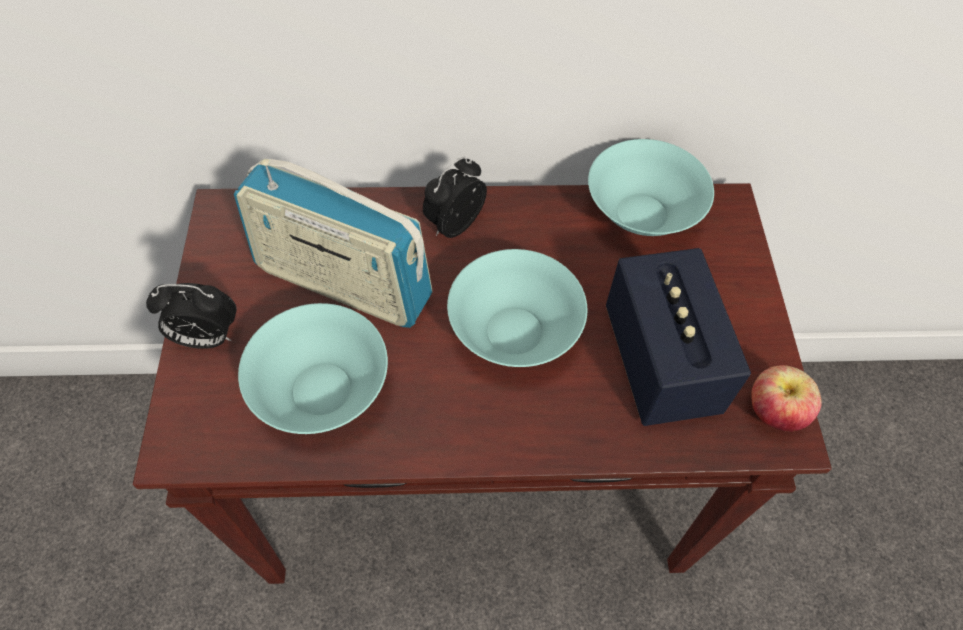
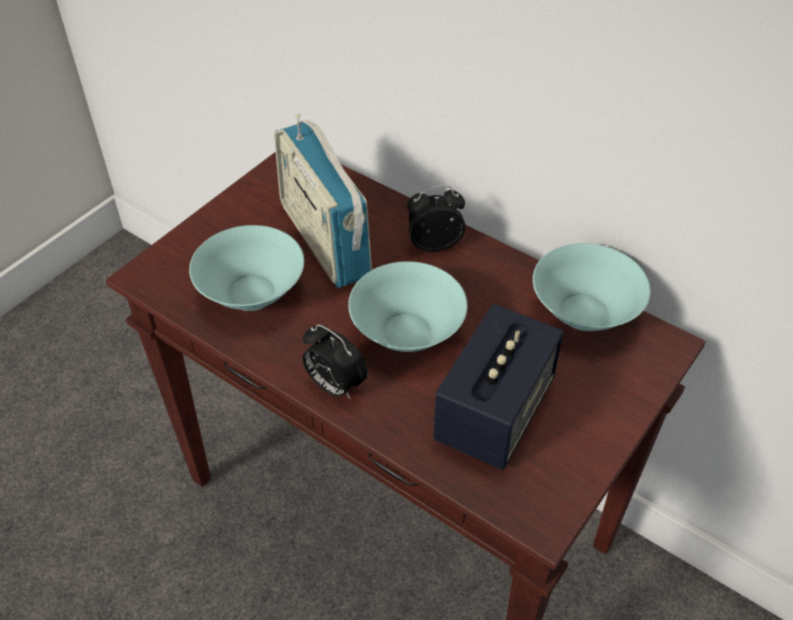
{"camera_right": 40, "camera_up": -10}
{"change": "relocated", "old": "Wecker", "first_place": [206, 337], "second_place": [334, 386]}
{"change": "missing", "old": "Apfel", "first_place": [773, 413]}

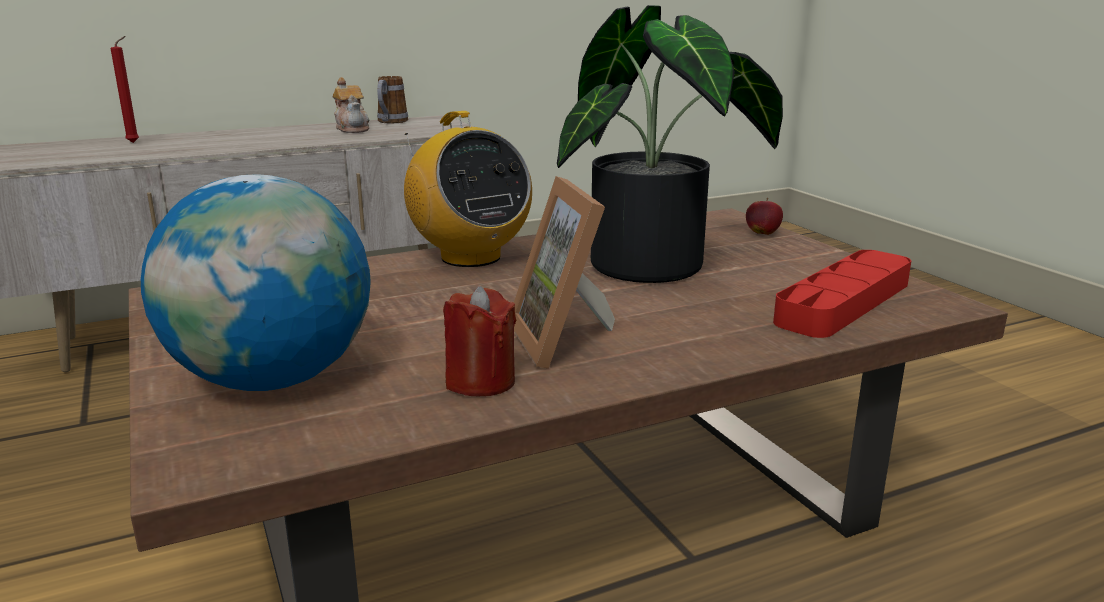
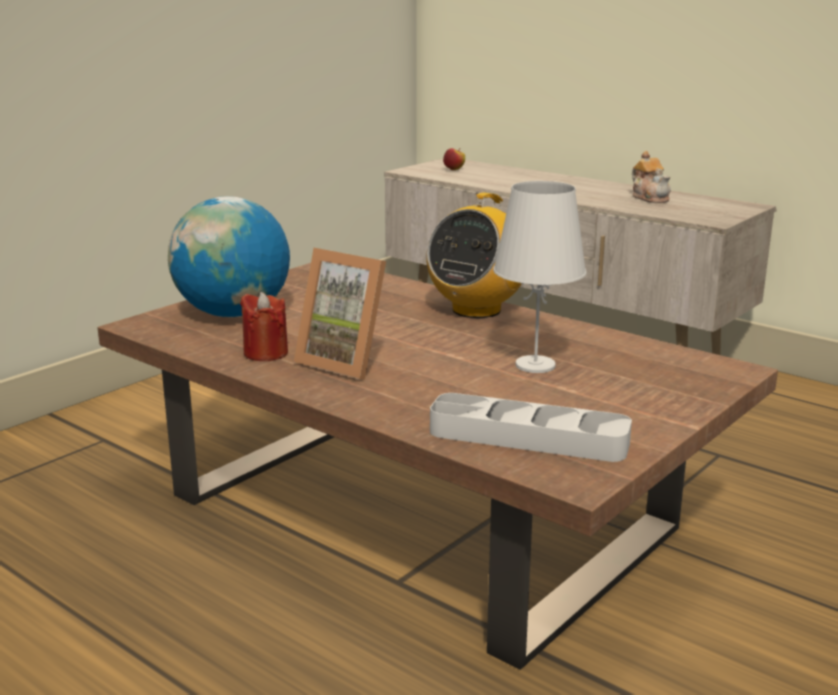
{"camera_right": 65, "camera_up": 0}
{"change": "missing", "old": "Kerze/rot", "first_place": [135, 142]}
{"change": "spun", "old": "Teekanne", "first_place": [353, 129], "second_place": [650, 198], "degrees": -60}
{"change": "missing", "old": "Henkelbecher", "first_place": [390, 122]}
{"change": "spun", "old": "Bilderrahmen", "first_place": [567, 340], "second_place": [347, 362], "degrees": -105}
{"change": "exchanged", "old": "Topfpflanze", "new": "Tischlampe/weiß", "first_place": [661, 267], "second_place": [535, 365]}
{"change": "relocated", "old": "Apfel", "first_place": [762, 233], "second_place": [454, 169]}
{"change": "colour", "old": "Tablett/rot", "new": "Tablett/grau", "first_place": [844, 302], "second_place": [528, 437]}

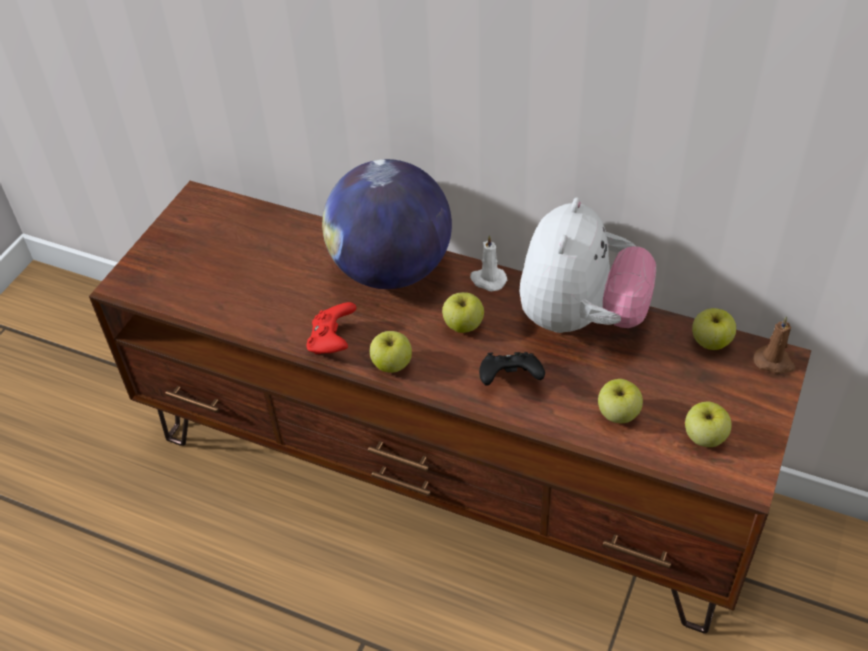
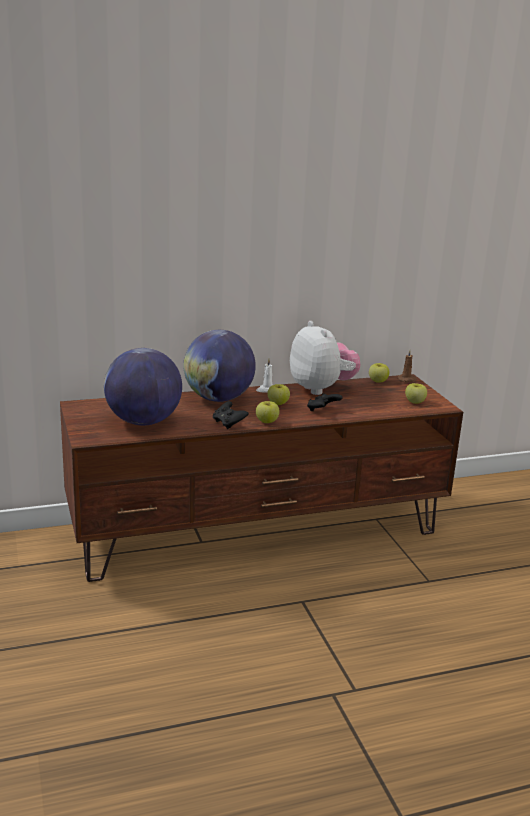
{"camera_right": -45, "camera_up": -25}
{"change": "colour", "old": "Gamepad/rot", "new": "Gamepad/schwarz", "first_place": [332, 342], "second_place": [228, 424]}
{"change": "missing", "old": "Apfel", "first_place": [618, 414]}
{"change": "appeared", "new": "Globus", "second_place": [143, 422]}

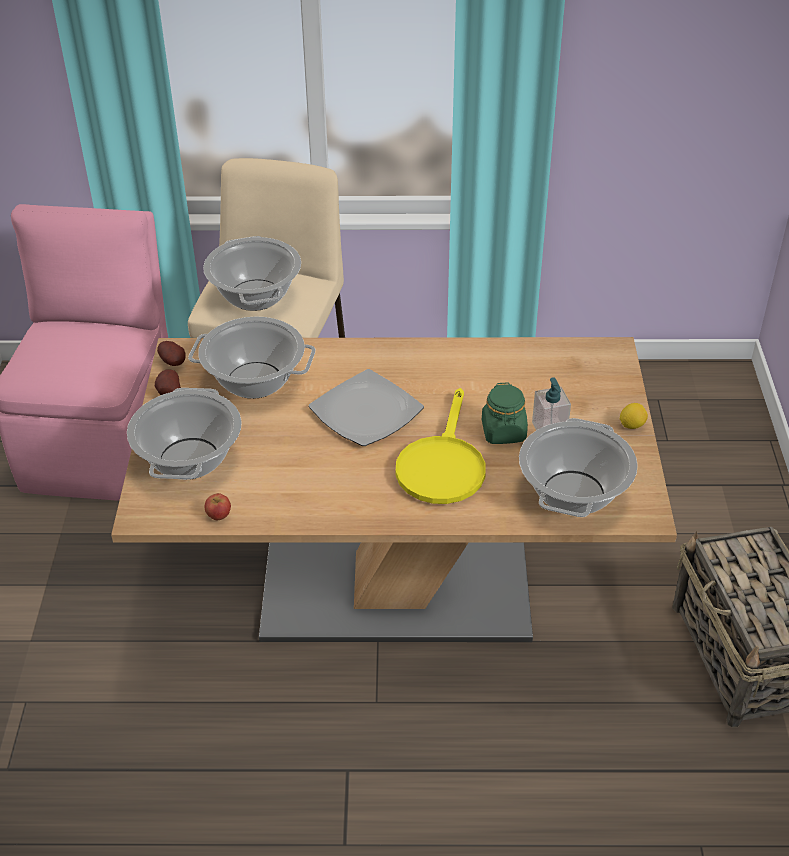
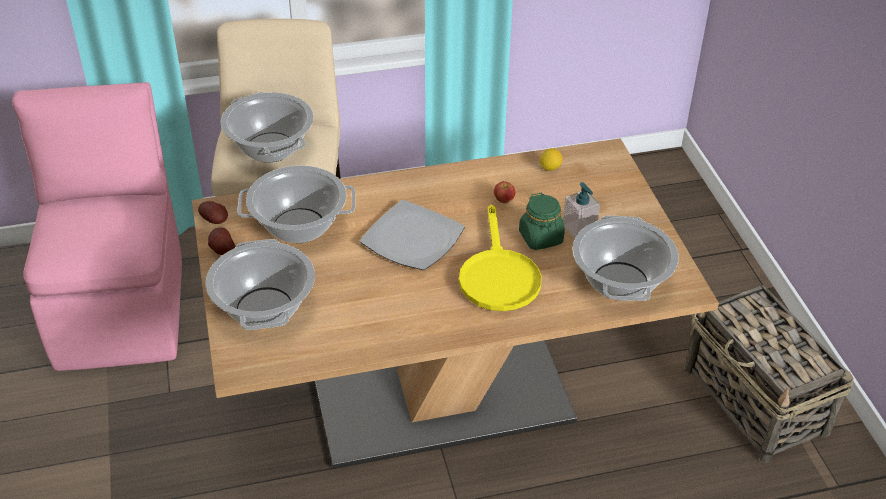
{"camera_right": -15, "camera_up": 0}
{"change": "relocated", "old": "Apfel", "first_place": [219, 515], "second_place": [504, 200]}
{"change": "relocated", "old": "Zitrone", "first_place": [632, 425], "second_place": [550, 168]}

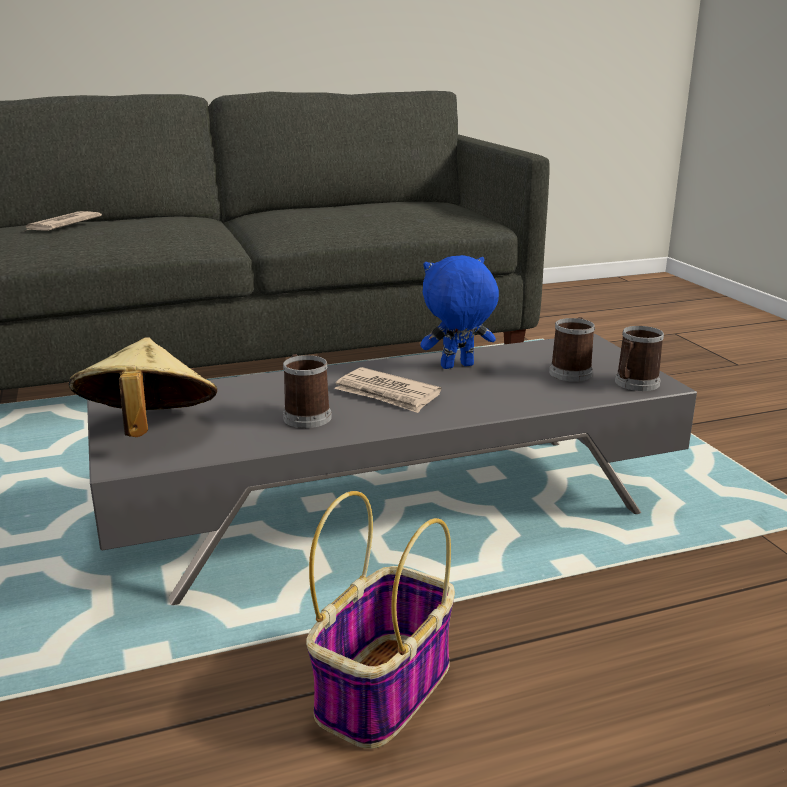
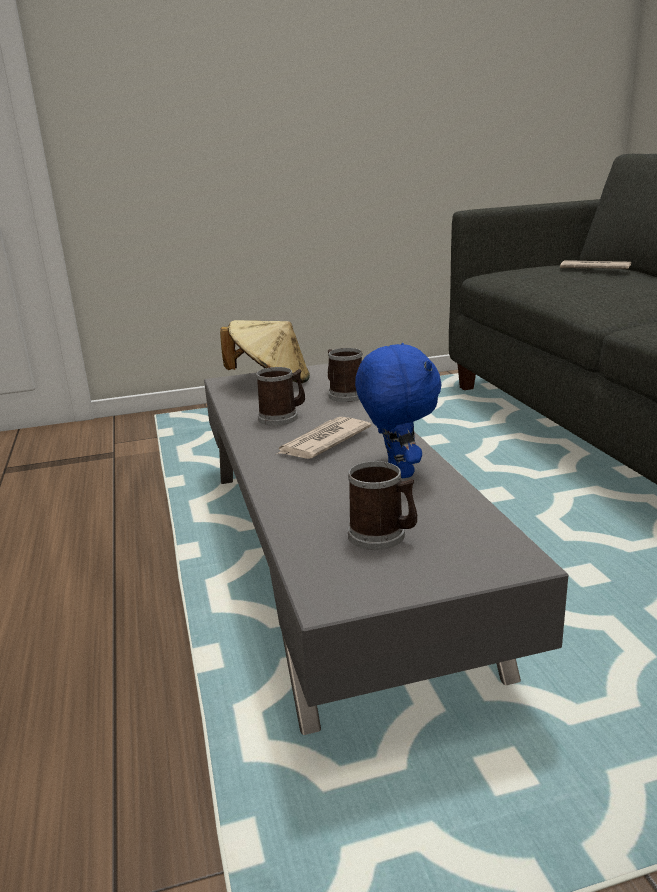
{"camera_right": 95, "camera_up": 0}
{"change": "missing", "old": "Korb", "first_place": [384, 688]}
{"change": "relocated", "old": "Henkelbecher", "first_place": [634, 384], "second_place": [344, 394]}

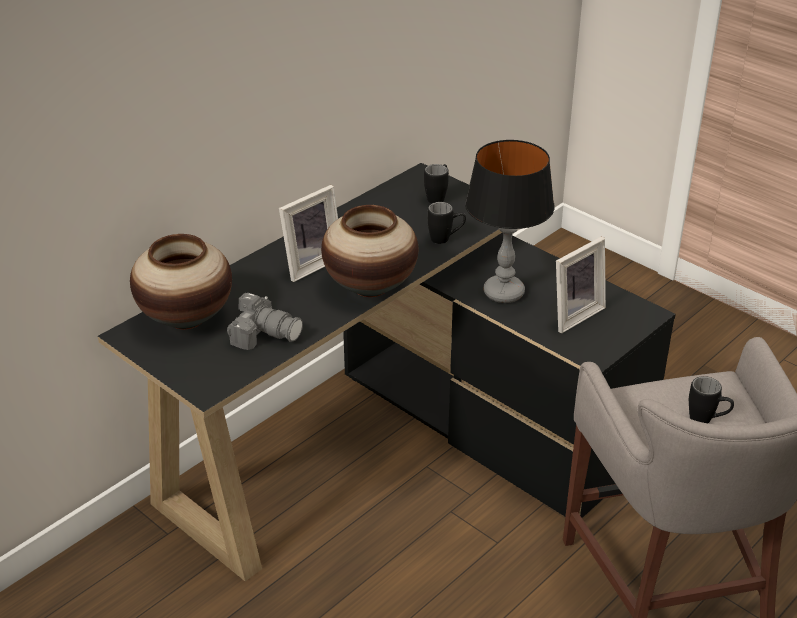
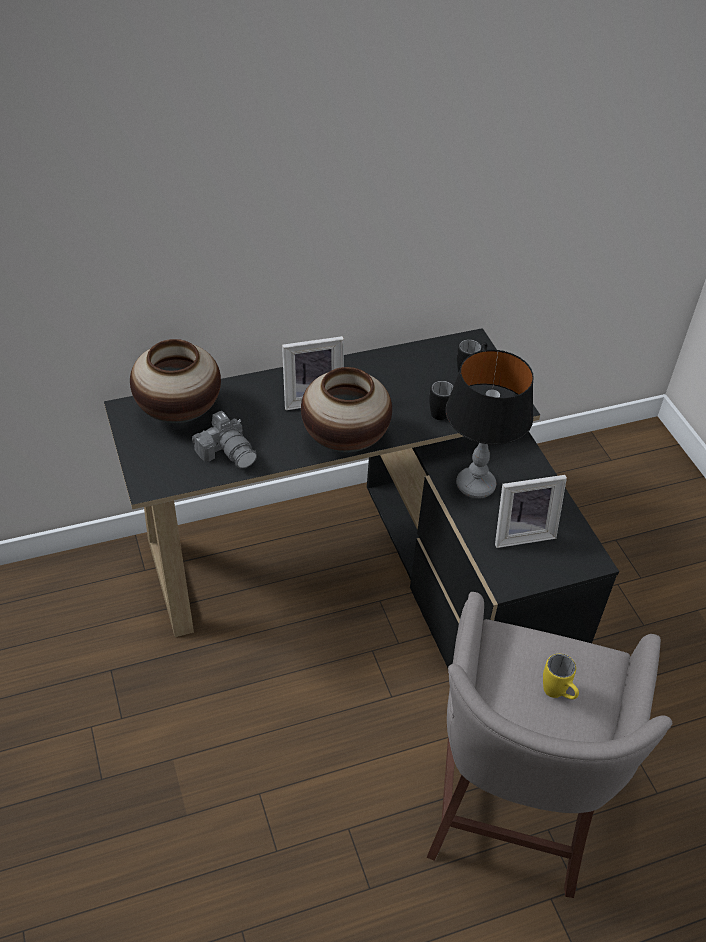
{"camera_right": 25, "camera_up": 10}
{"change": "colour", "old": "Henkelbecher/schwarz", "new": "Henkelbecher/gelb", "first_place": [707, 420], "second_place": [558, 694]}

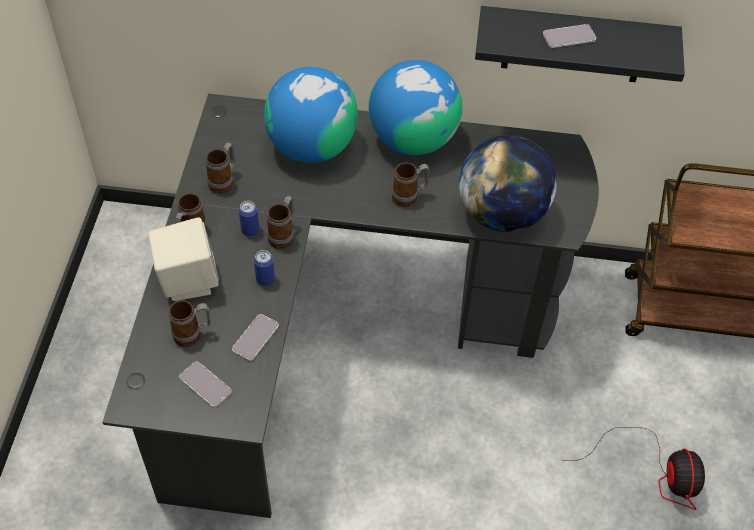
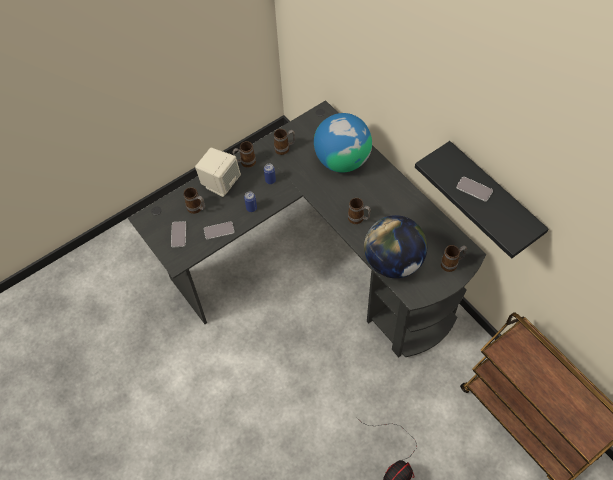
{"camera_right": 50, "camera_up": 5}
{"change": "relocated", "old": "Henkelbecher", "first_place": [284, 235], "second_place": [452, 264]}
{"change": "missing", "old": "Globus", "first_place": [412, 139]}

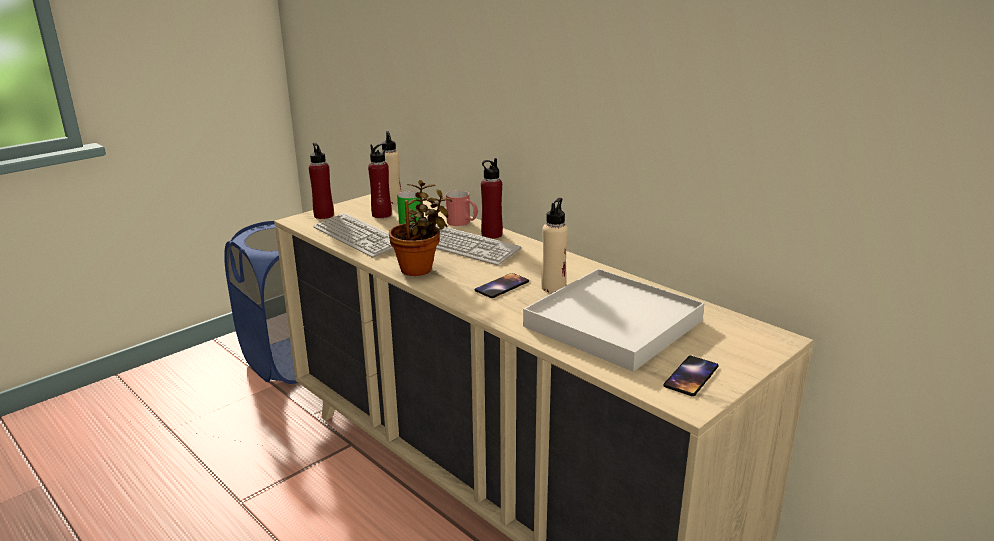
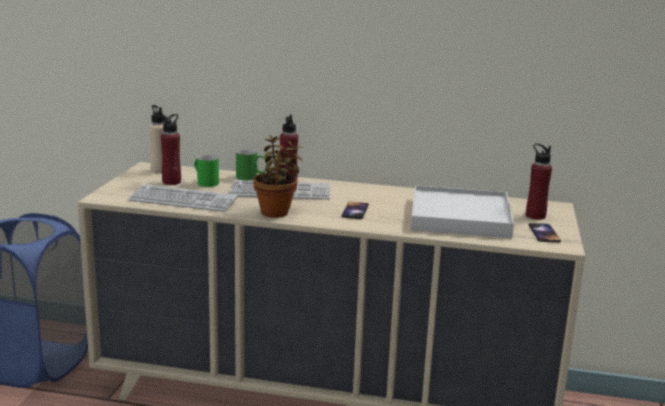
{"camera_right": -35, "camera_up": -5}
{"change": "relocated", "old": "Flasche/rot", "first_place": [324, 215], "second_place": [535, 216]}
{"change": "colour", "old": "Henkelbecher/rot", "new": "Henkelbecher/grün", "first_place": [463, 223], "second_place": [252, 177]}
{"change": "missing", "old": "Flasche/beige", "first_place": [553, 287]}

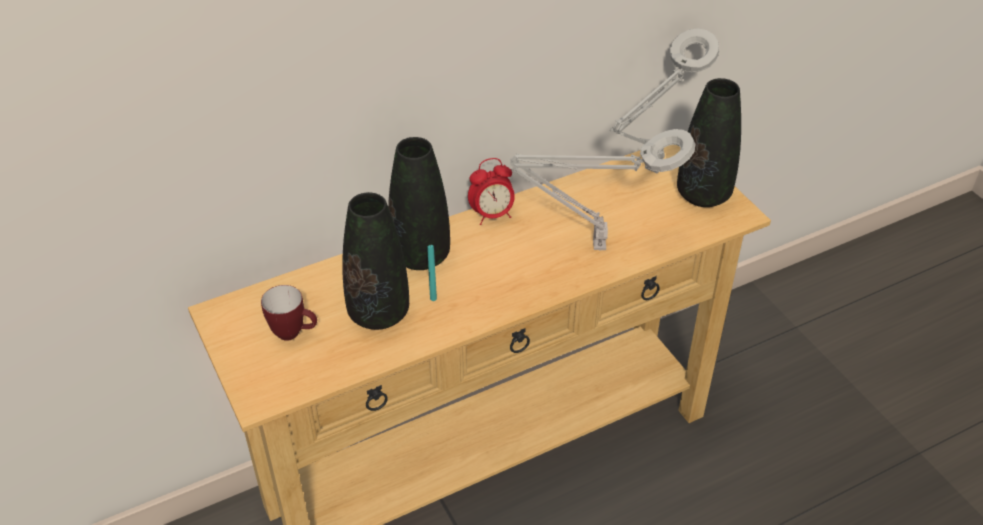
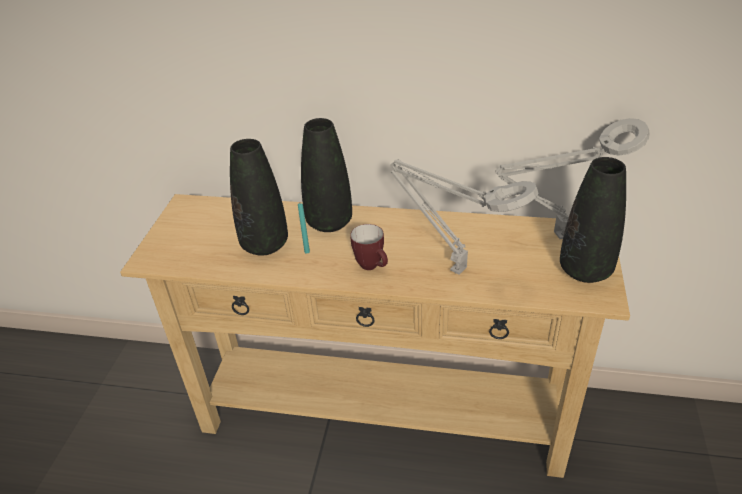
{"camera_right": 40, "camera_up": -5}
{"change": "relocated", "old": "Henkelbecher", "first_place": [294, 333], "second_place": [372, 267]}
{"change": "missing", "old": "Wecker", "first_place": [492, 215]}

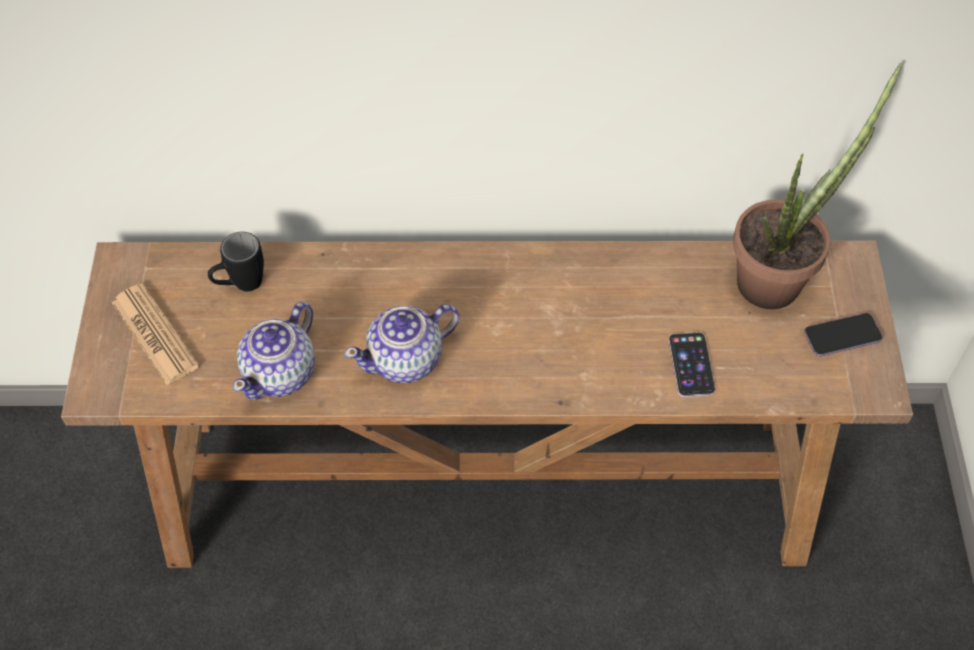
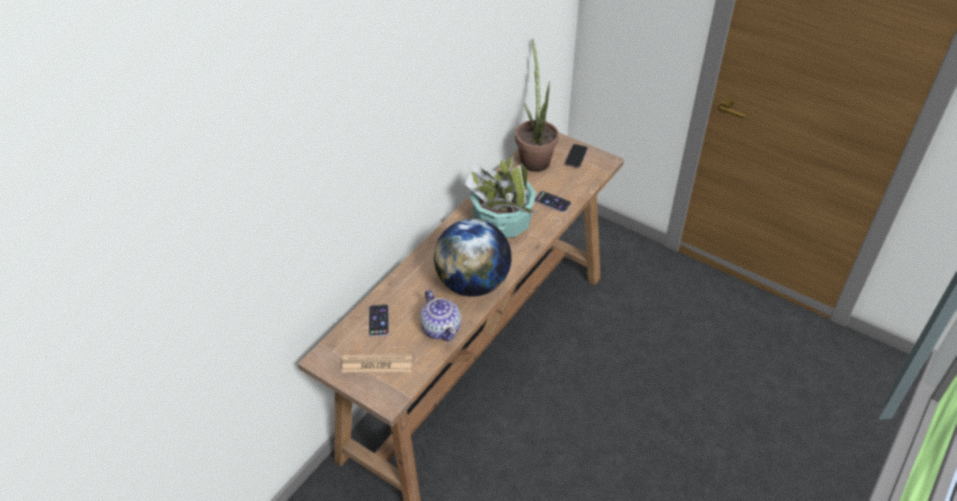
{"camera_right": -55, "camera_up": -10}
{"change": "exchanged", "old": "Henkelbecher/schwarz", "new": "Handy", "first_place": [240, 285], "second_place": [379, 320]}
{"change": "exchanged", "old": "Teekanne", "new": "Globus", "first_place": [406, 360], "second_place": [473, 283]}
{"change": "appeared", "new": "Topfpflanze", "second_place": [502, 221]}

